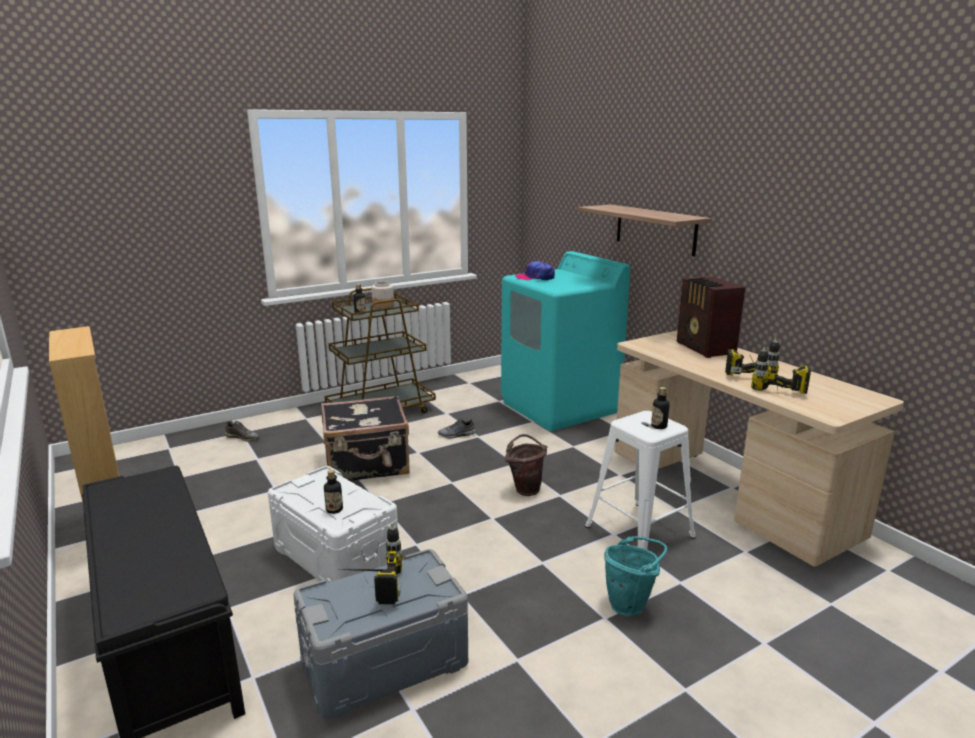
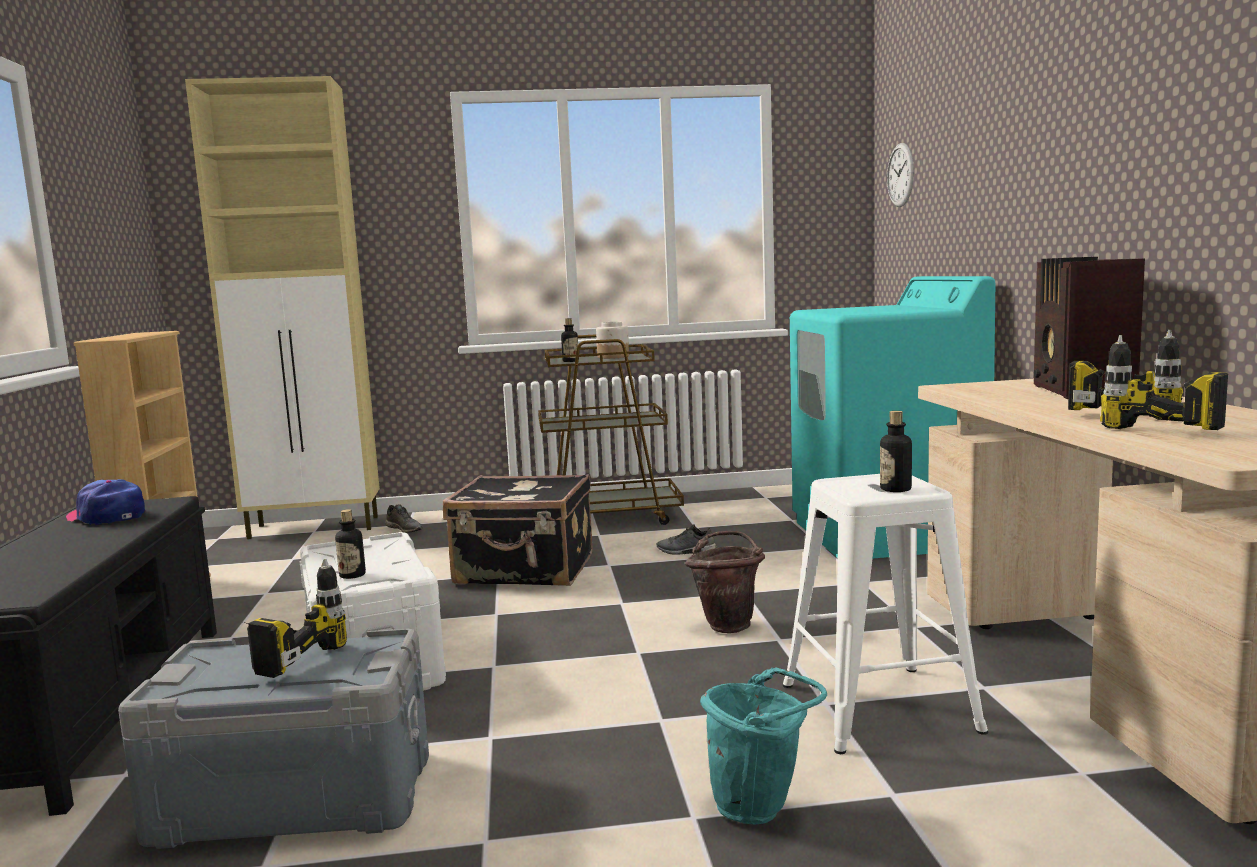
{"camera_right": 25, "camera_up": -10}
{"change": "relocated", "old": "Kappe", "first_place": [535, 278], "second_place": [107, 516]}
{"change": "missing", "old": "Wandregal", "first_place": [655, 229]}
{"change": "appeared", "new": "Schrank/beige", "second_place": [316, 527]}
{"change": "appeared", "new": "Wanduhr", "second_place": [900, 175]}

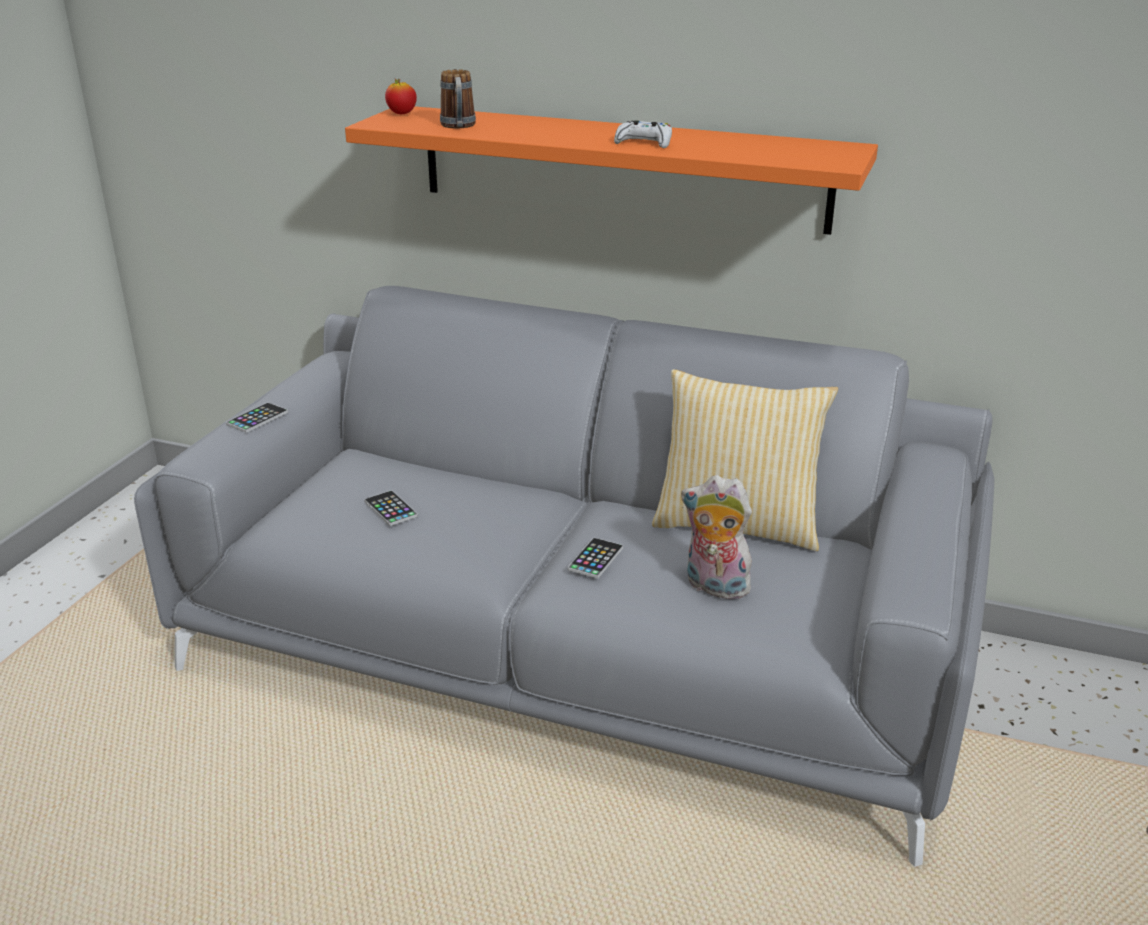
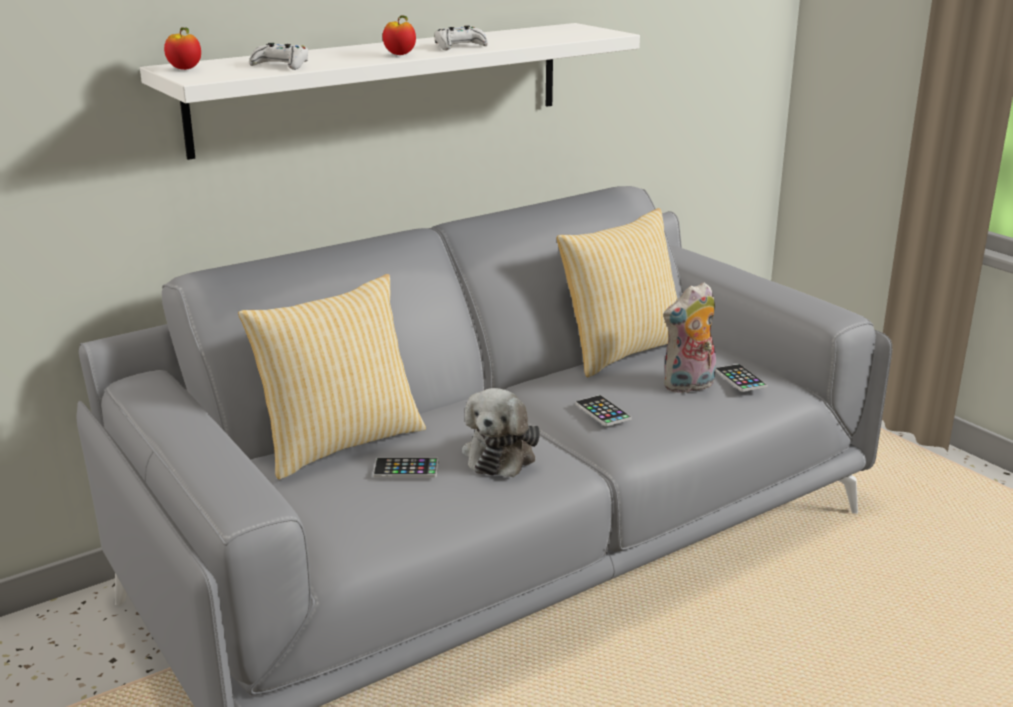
{"camera_right": -55, "camera_up": -5}
{"change": "relocated", "old": "Handy", "first_place": [257, 418], "second_place": [740, 379]}
{"change": "colour", "old": "Wandregal/orange", "new": "Wandregal/weiß", "first_place": [621, 168], "second_place": [384, 86]}
{"change": "exchanged", "old": "Henkelbecher", "new": "Gamepad/weiß", "first_place": [458, 126], "second_place": [281, 65]}
{"change": "appeared", "new": "Kissen", "second_place": [339, 442]}
{"change": "appeared", "new": "Apfel", "second_place": [400, 55]}
{"change": "appeared", "new": "Plüschtier", "second_place": [501, 454]}

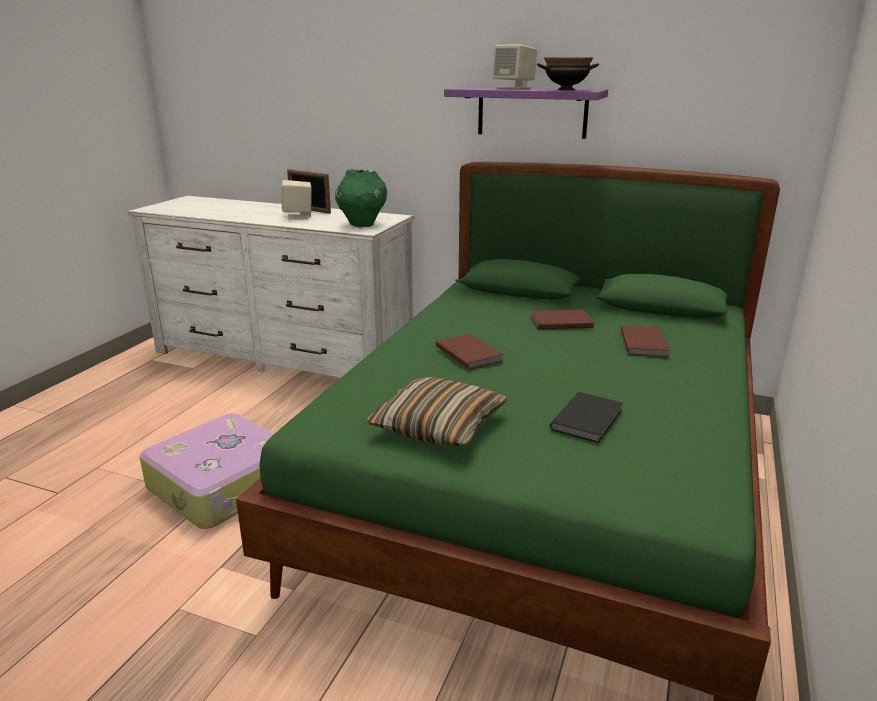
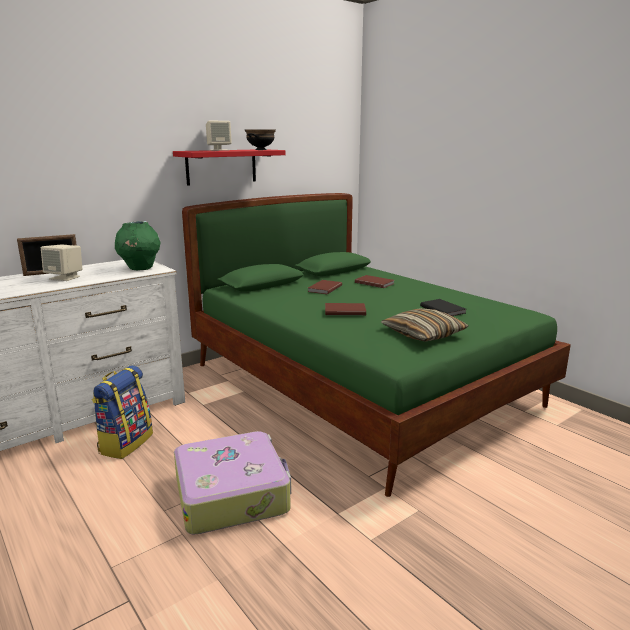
{"camera_right": -60, "camera_up": -5}
{"change": "colour", "old": "Wandregal/lila", "new": "Wandregal/rot", "first_place": [532, 112], "second_place": [221, 166]}
{"change": "appeared", "new": "Rucksack", "second_place": [125, 443]}

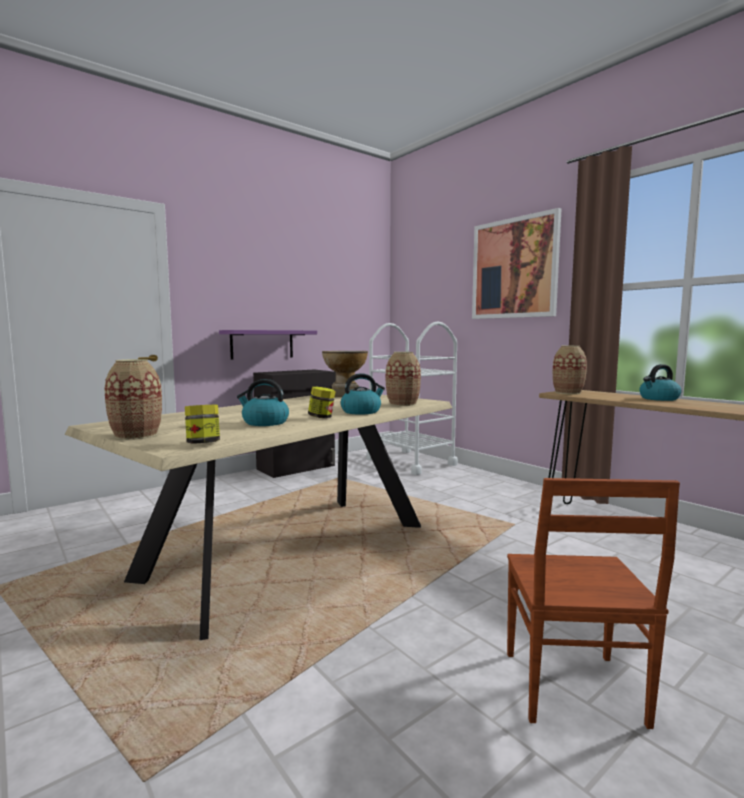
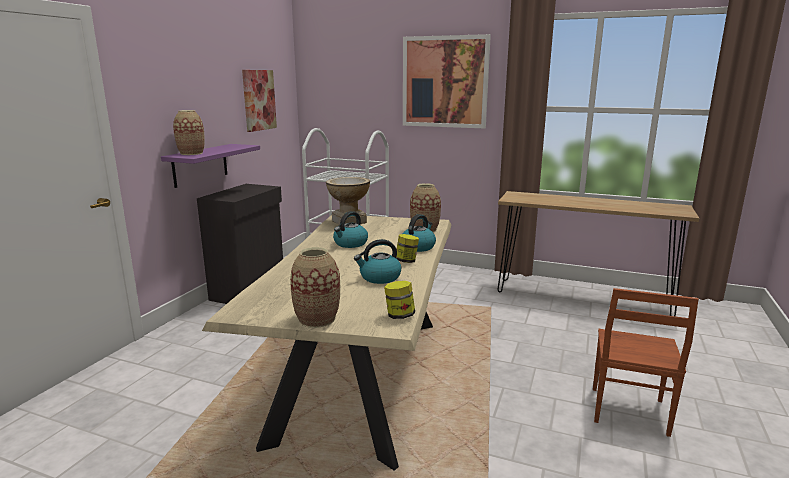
{"camera_right": -30, "camera_up": 10}
{"change": "spun", "old": "Stuhl/braun", "first_place": [571, 689], "second_place": [627, 412], "degrees": 45}
{"change": "relocated", "old": "Vase", "first_place": [567, 392], "second_place": [191, 153]}
{"change": "relocated", "old": "Wasserkessel", "first_place": [659, 399], "second_place": [350, 244]}
{"change": "appeared", "new": "Bild", "second_place": [259, 100]}

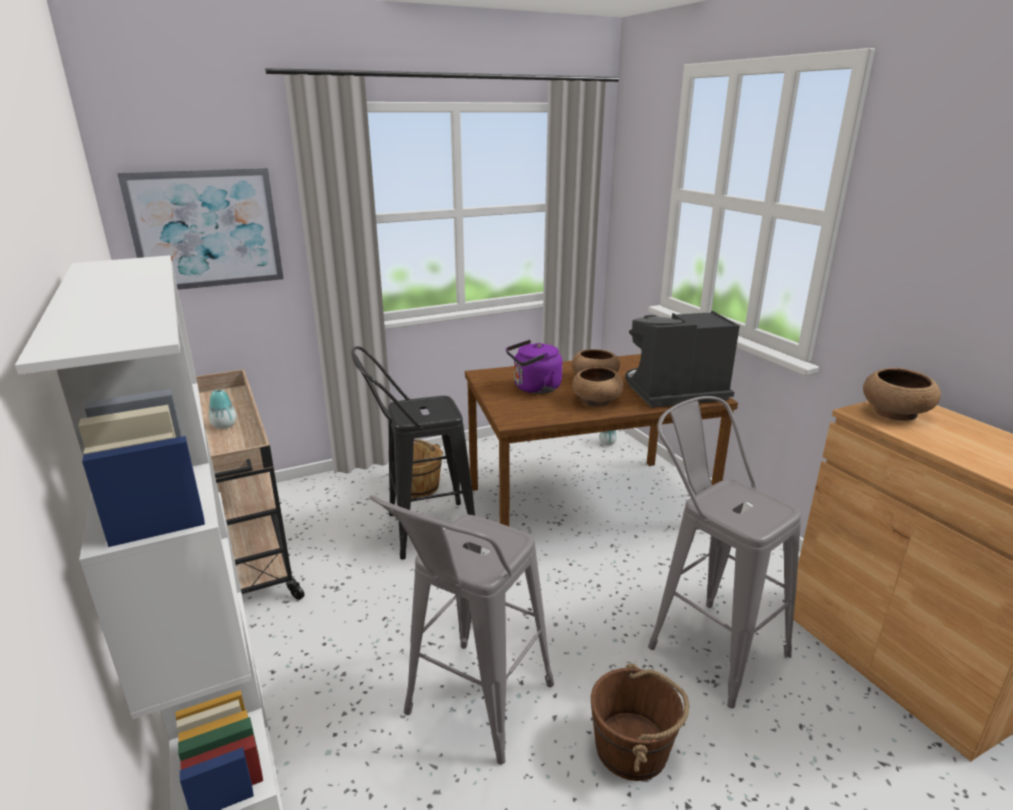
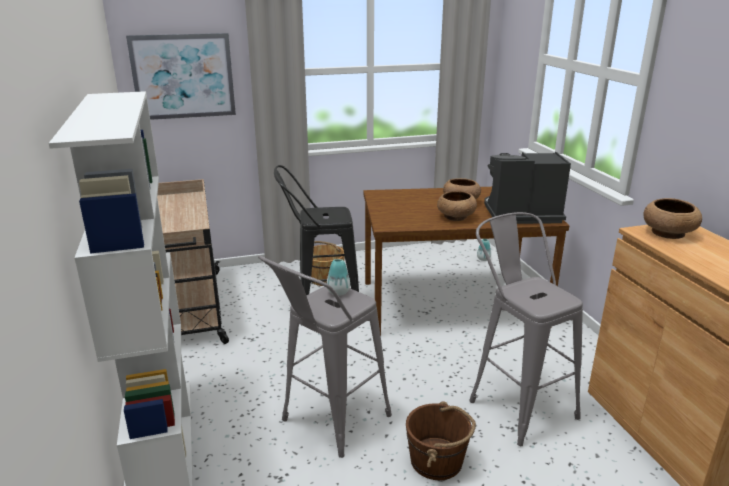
{"camera_right": 10, "camera_up": 0}
{"change": "relocated", "old": "Vase", "first_place": [224, 425], "second_place": [338, 292]}
{"change": "missing", "old": "Wasserkessel/lila", "first_place": [534, 388]}

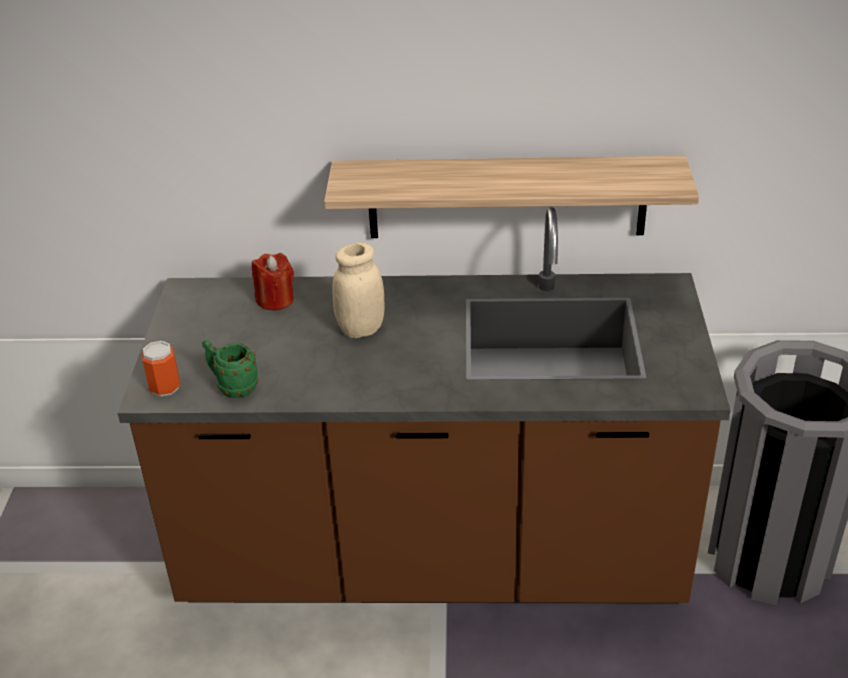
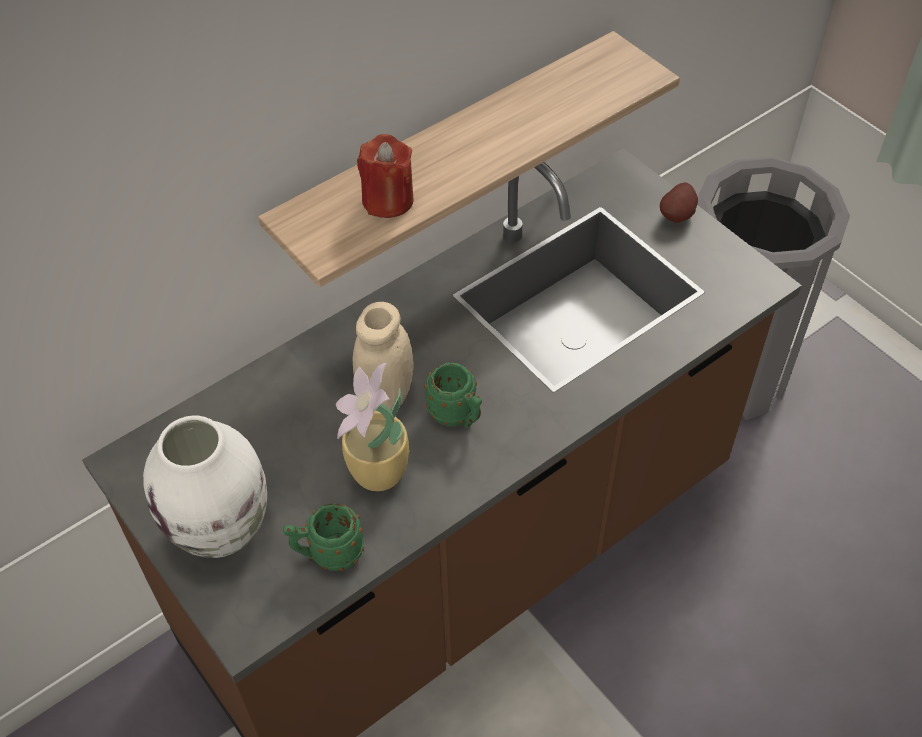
{"camera_right": -40, "camera_up": 15}
{"change": "missing", "old": "Dose", "first_place": [165, 387]}
{"change": "relocated", "old": "Kerze/rot", "first_place": [275, 300], "second_place": [388, 200]}
{"change": "appeared", "new": "Vase/weiß", "second_place": [222, 528]}
{"change": "appeared", "new": "Topfpflanze", "second_place": [377, 474]}
{"change": "appeared", "new": "Henkelbecher/grün", "second_place": [457, 416]}
{"change": "appeared", "new": "Kartoffel", "second_place": [678, 216]}

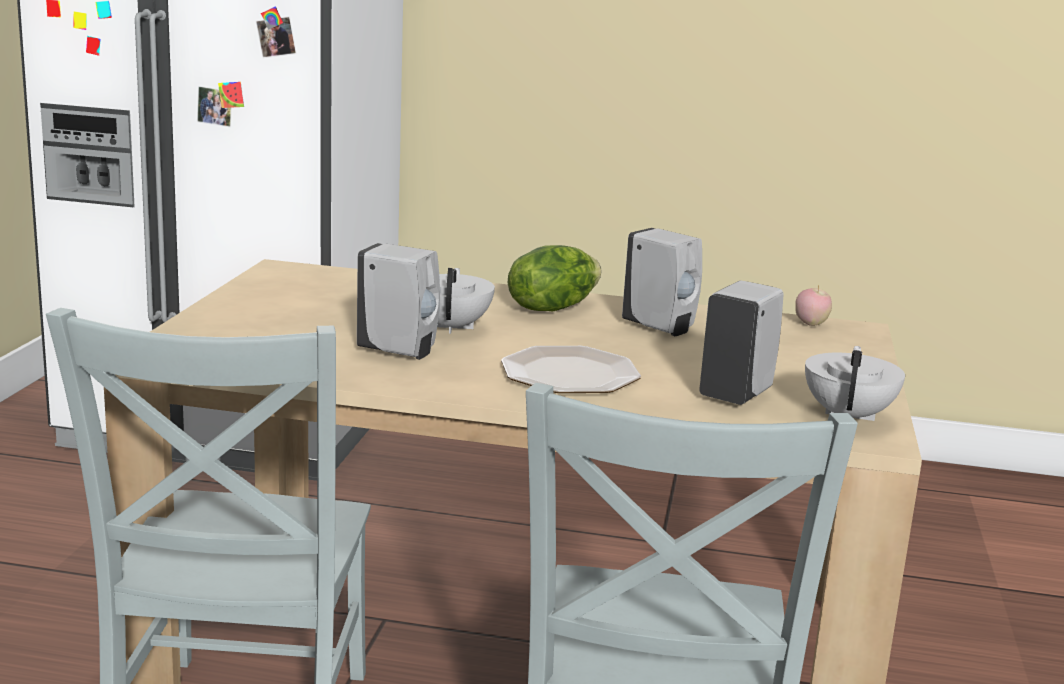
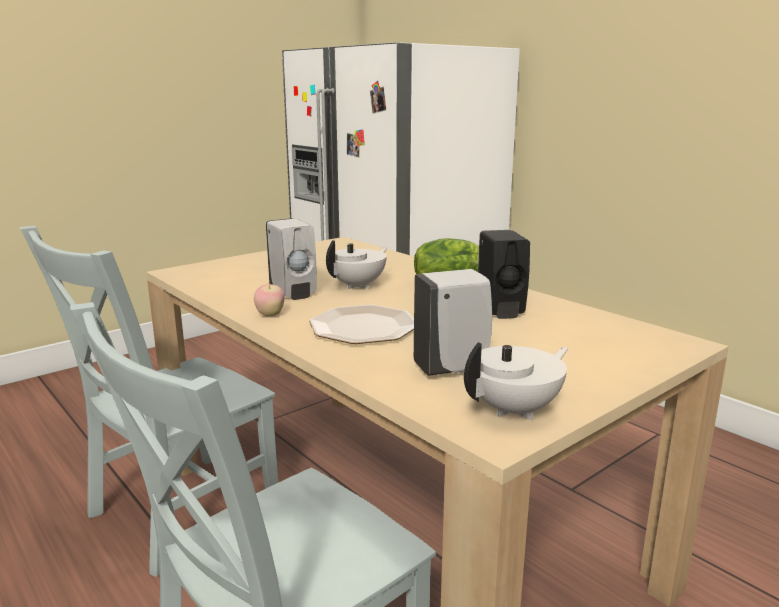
{"camera_right": 40, "camera_up": 0}
{"change": "colour", "old": "Seifenspender/weiß", "new": "Seifenspender/schwarz", "first_place": [660, 328], "second_place": [500, 311]}
{"change": "relocated", "old": "Apfel", "first_place": [810, 324], "second_place": [270, 315]}

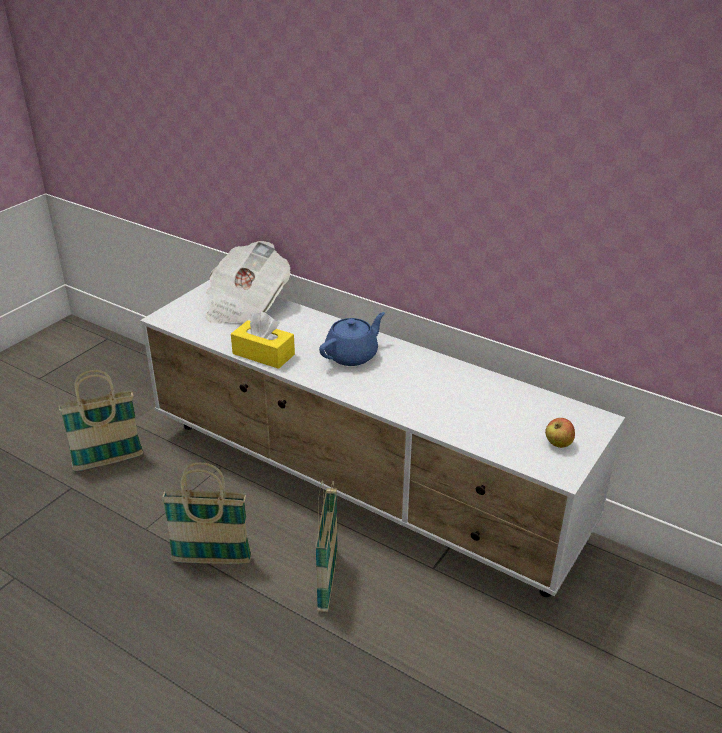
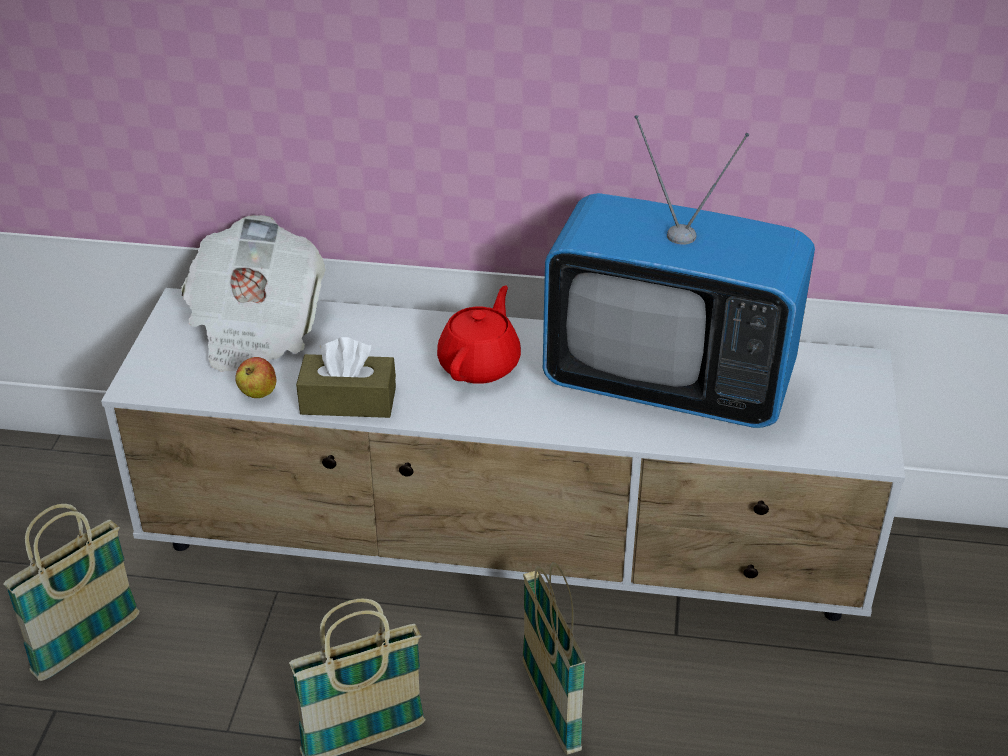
{"camera_right": -25, "camera_up": 5}
{"change": "colour", "old": "Taschentuchbox/gelb", "new": "Taschentuchbox/braun", "first_place": [263, 354], "second_place": [348, 401]}
{"change": "colour", "old": "Teekanne/blau", "new": "Teekanne/rot", "first_place": [352, 355], "second_place": [480, 364]}
{"change": "relocated", "old": "Apfel", "first_place": [558, 443], "second_place": [258, 393]}
{"change": "appeared", "new": "Fernseher", "second_place": [669, 382]}

